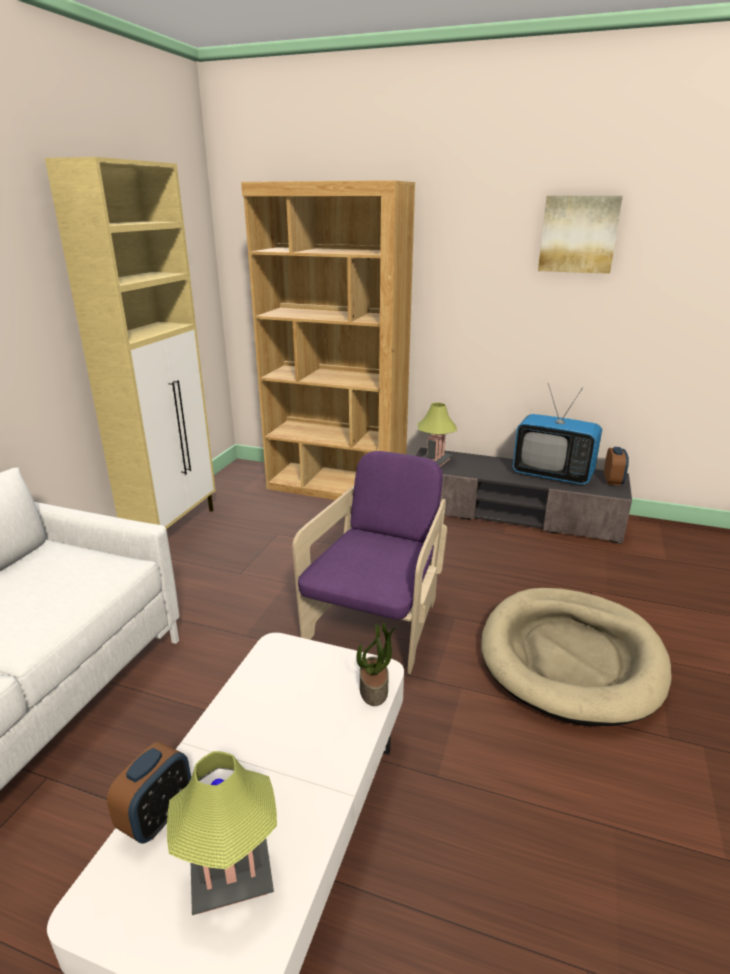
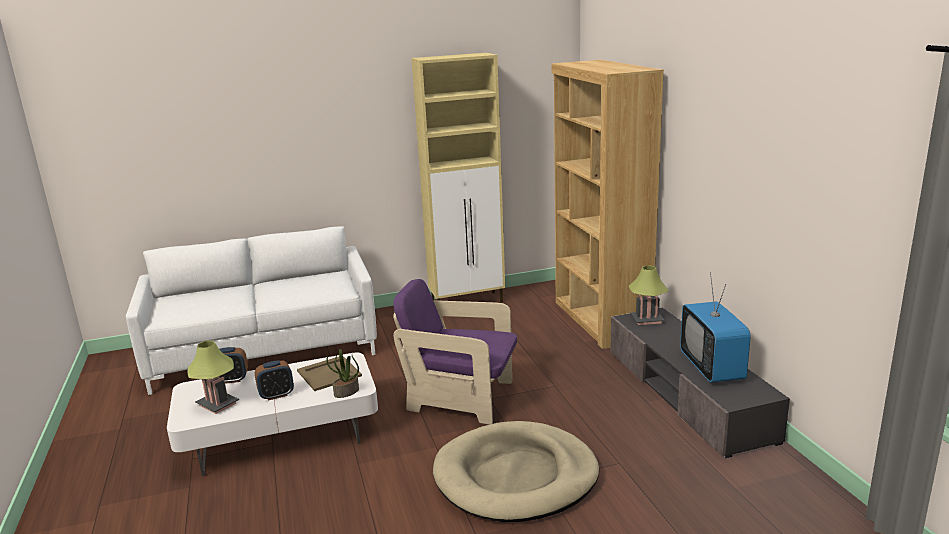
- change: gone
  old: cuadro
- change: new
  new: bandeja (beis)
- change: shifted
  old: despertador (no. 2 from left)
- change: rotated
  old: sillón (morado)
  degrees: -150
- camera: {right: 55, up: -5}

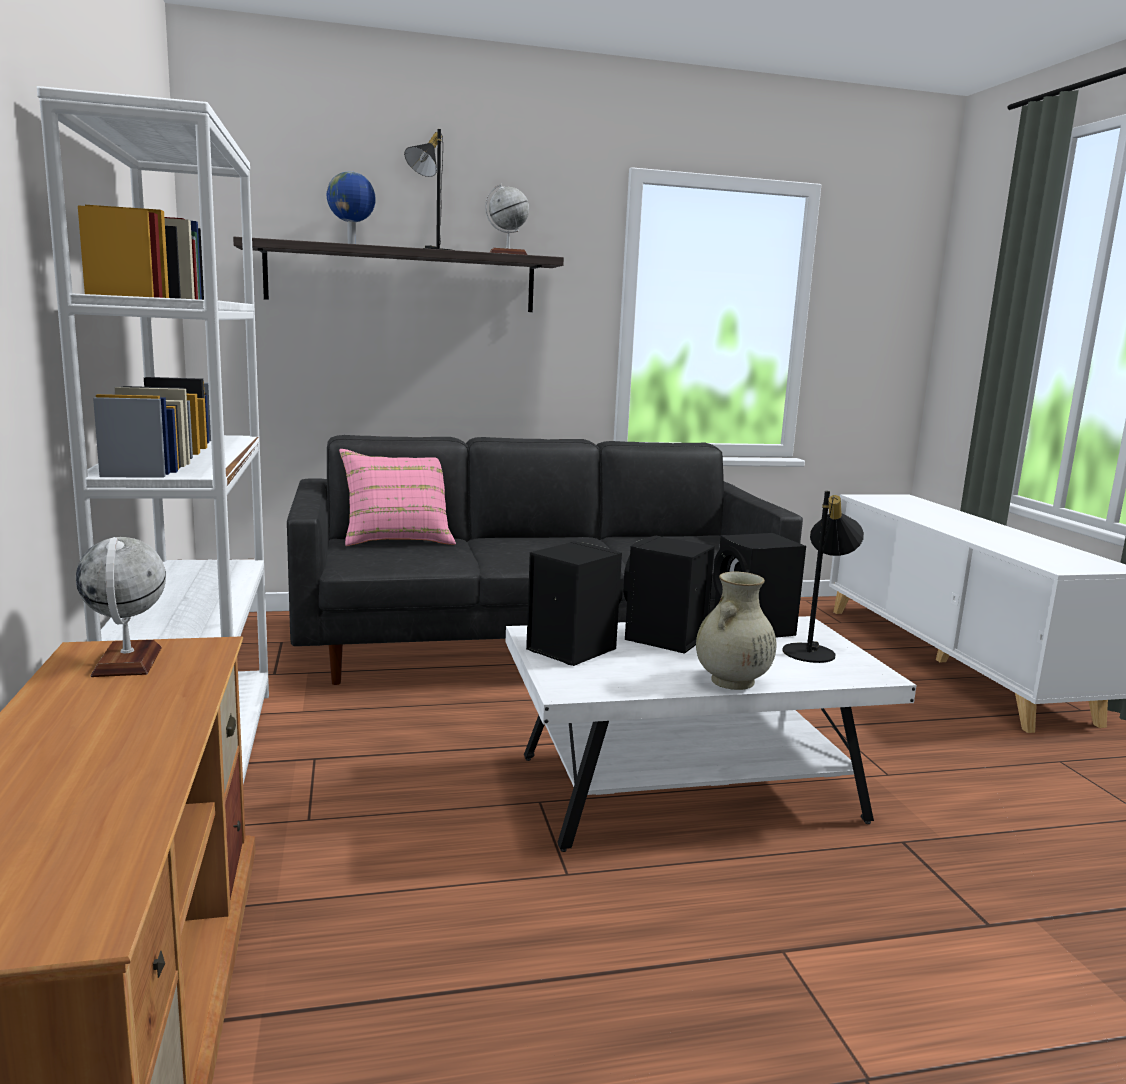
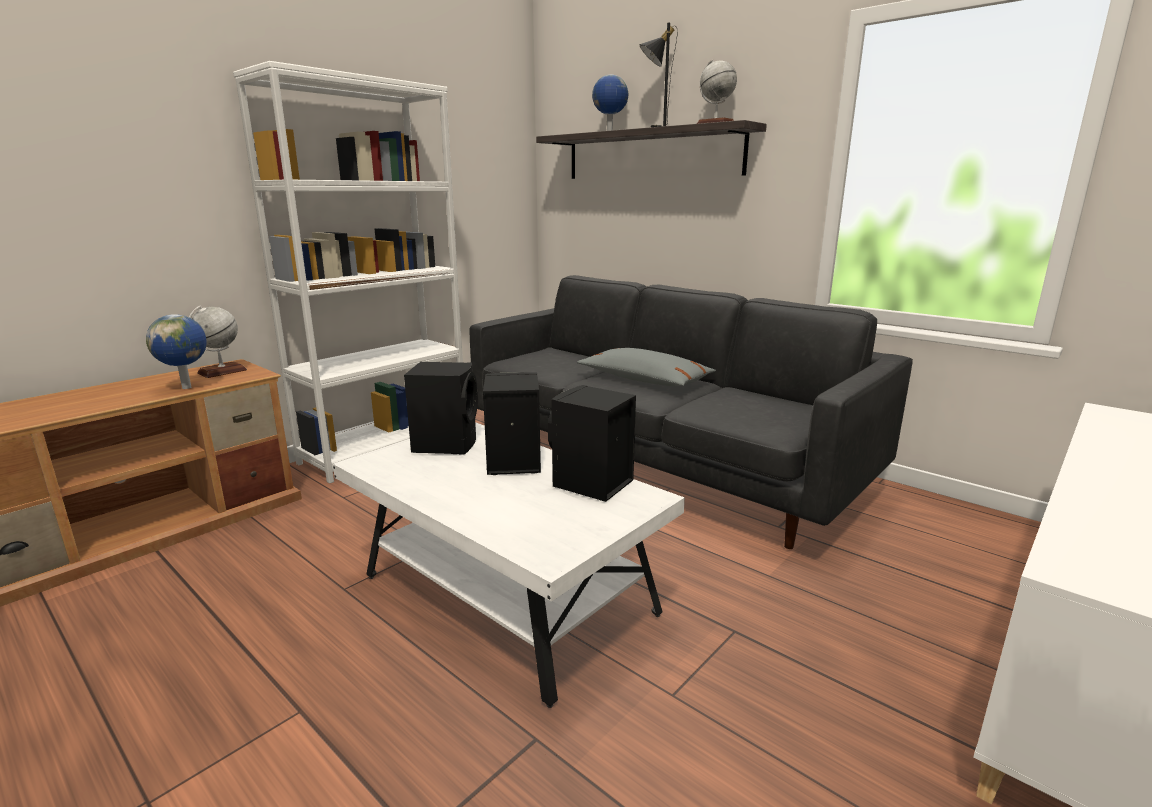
- change: gone
  old: cojín (rosa)
- change: gone
  old: florero (beis)
- change: gone
  old: lámpara de mesa (negro) (no. 2 from left)
- change: new
  new: globo terráqueo (no. 1 from left)
- change: new
  new: cojín (gris)
- camera: {right: 55, up: 5}

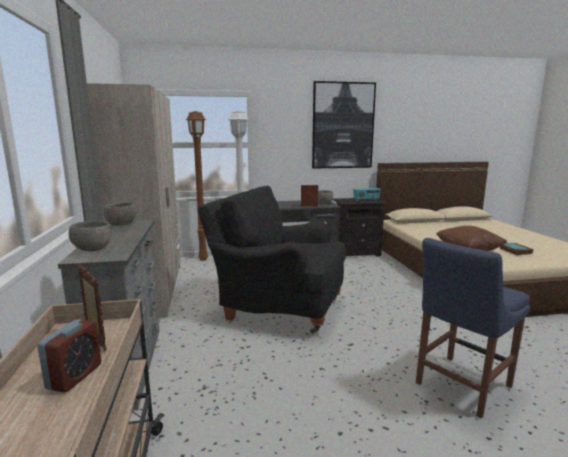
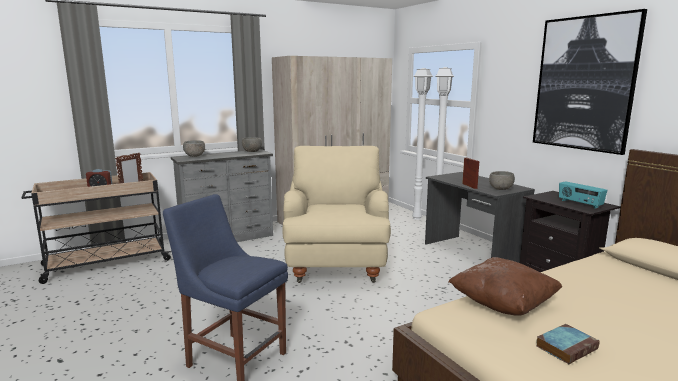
- change: repainted
  old: lámpara de pie (marrón)
  new: lámpara de pie (blanco) (no. 1 from left)
- change: repainted
  old: sillón (negro)
  new: sillón (beis)
- camera: {right: 70, up: 0}

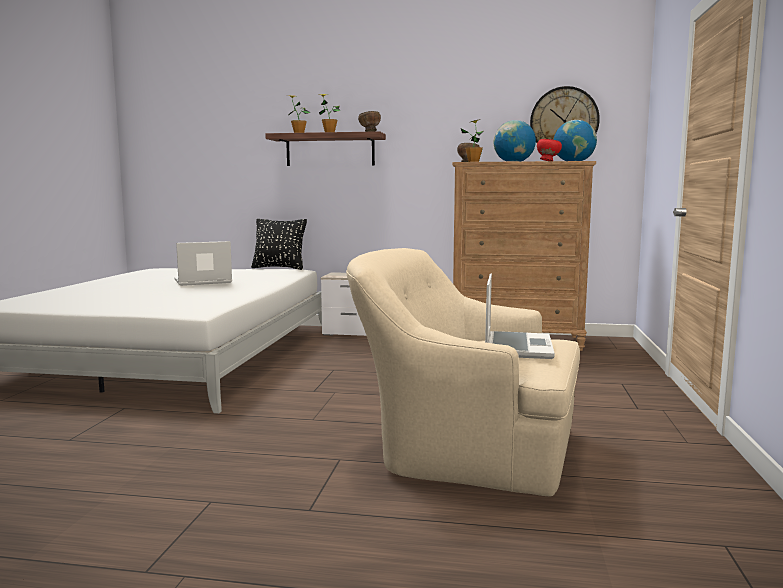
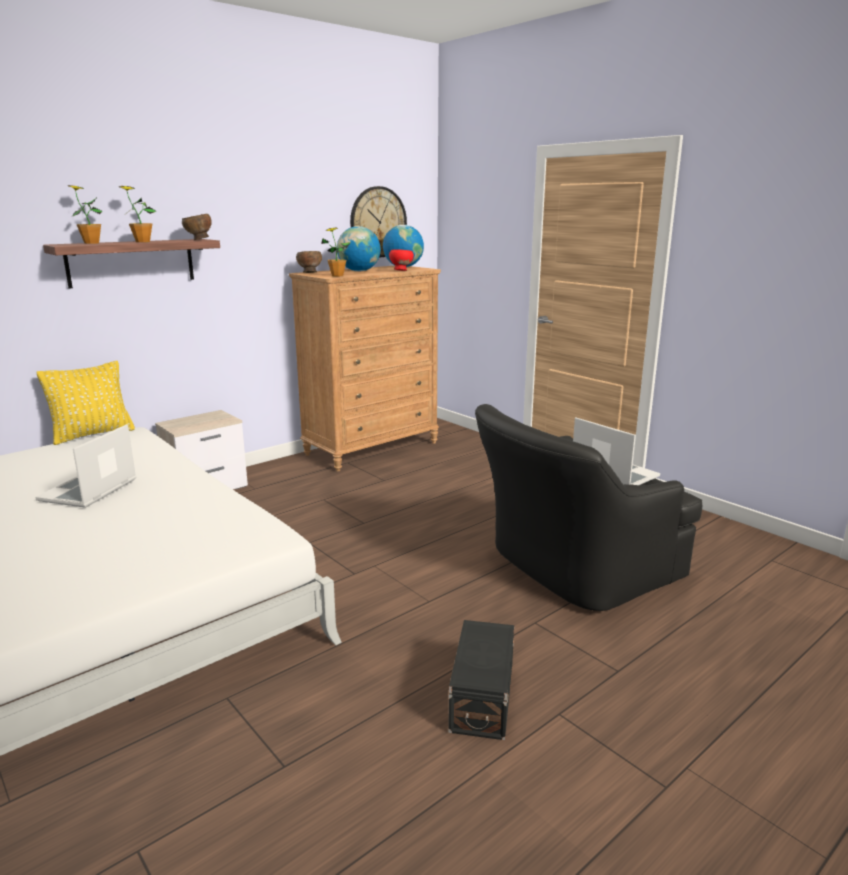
- change: new
  new: caja de almacenaje (negro)
- change: repainted
  old: cojín (negro)
  new: cojín (amarillo)
- change: repainted
  old: sillón (beis)
  new: sillón (negro)
- camera: {right: -50, up: 10}

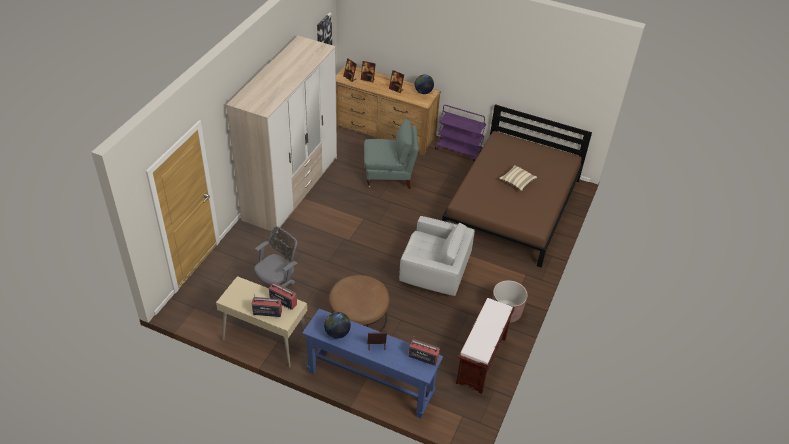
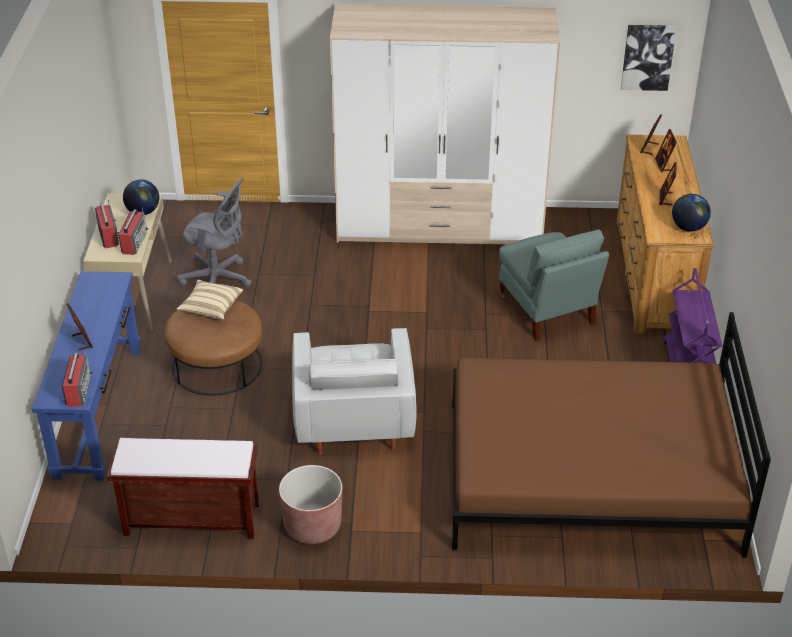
- change: shifted
  old: globo terráqueo (no. 1 from left)
- change: shifted
  old: cojín (beis)
- camera: {right: 70, up: -5}

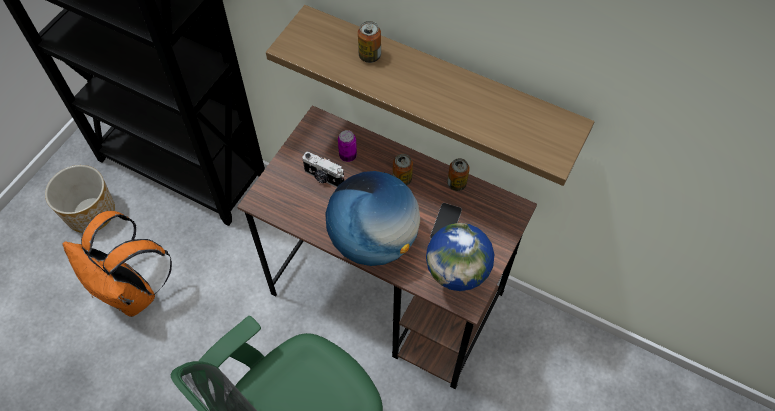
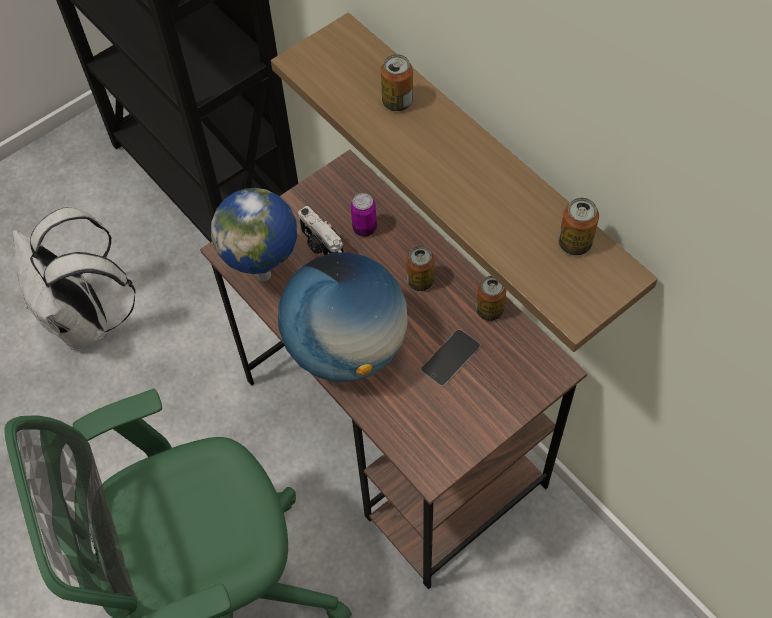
- change: gone
  old: maceta
- change: new
  new: lata (no. 5 from left)
- change: shifted
  old: globo terráqueo (no. 2 from left in the first image)
  new: globo terráqueo (no. 1 from left)
- change: repainted
  old: mochila (naranja)
  new: mochila (blanco)
- camera: {right: 25, up: 0}

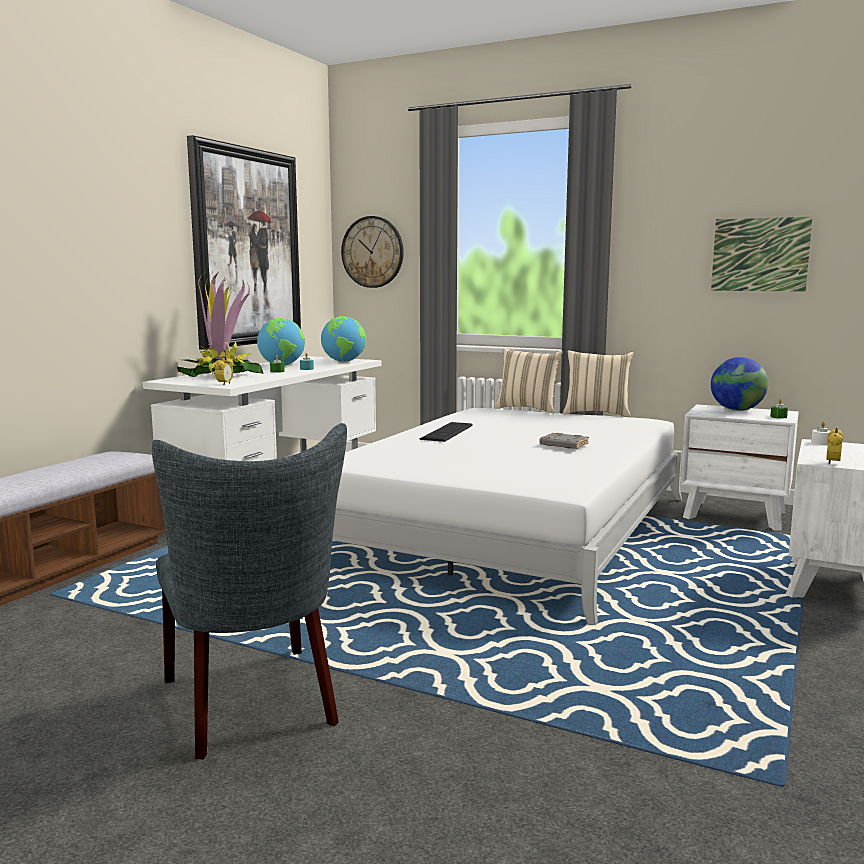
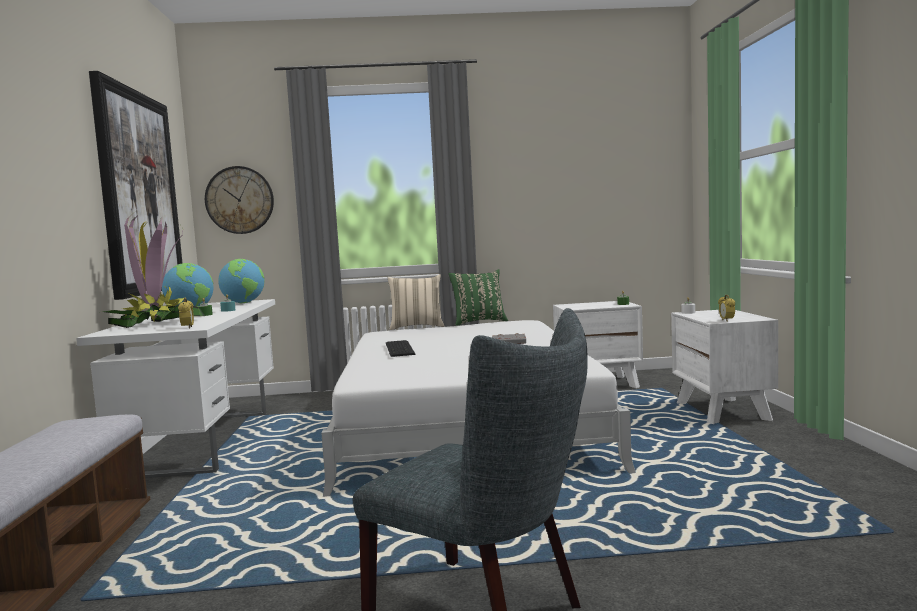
- change: gone
  old: cuadro (no. 2 from left)
- change: gone
  old: globo terráqueo (no. 3 from left)
- change: repainted
  old: cojín (beis) (no. 2 from left)
  new: cojín (verde)
- camera: {right: -30, up: -5}

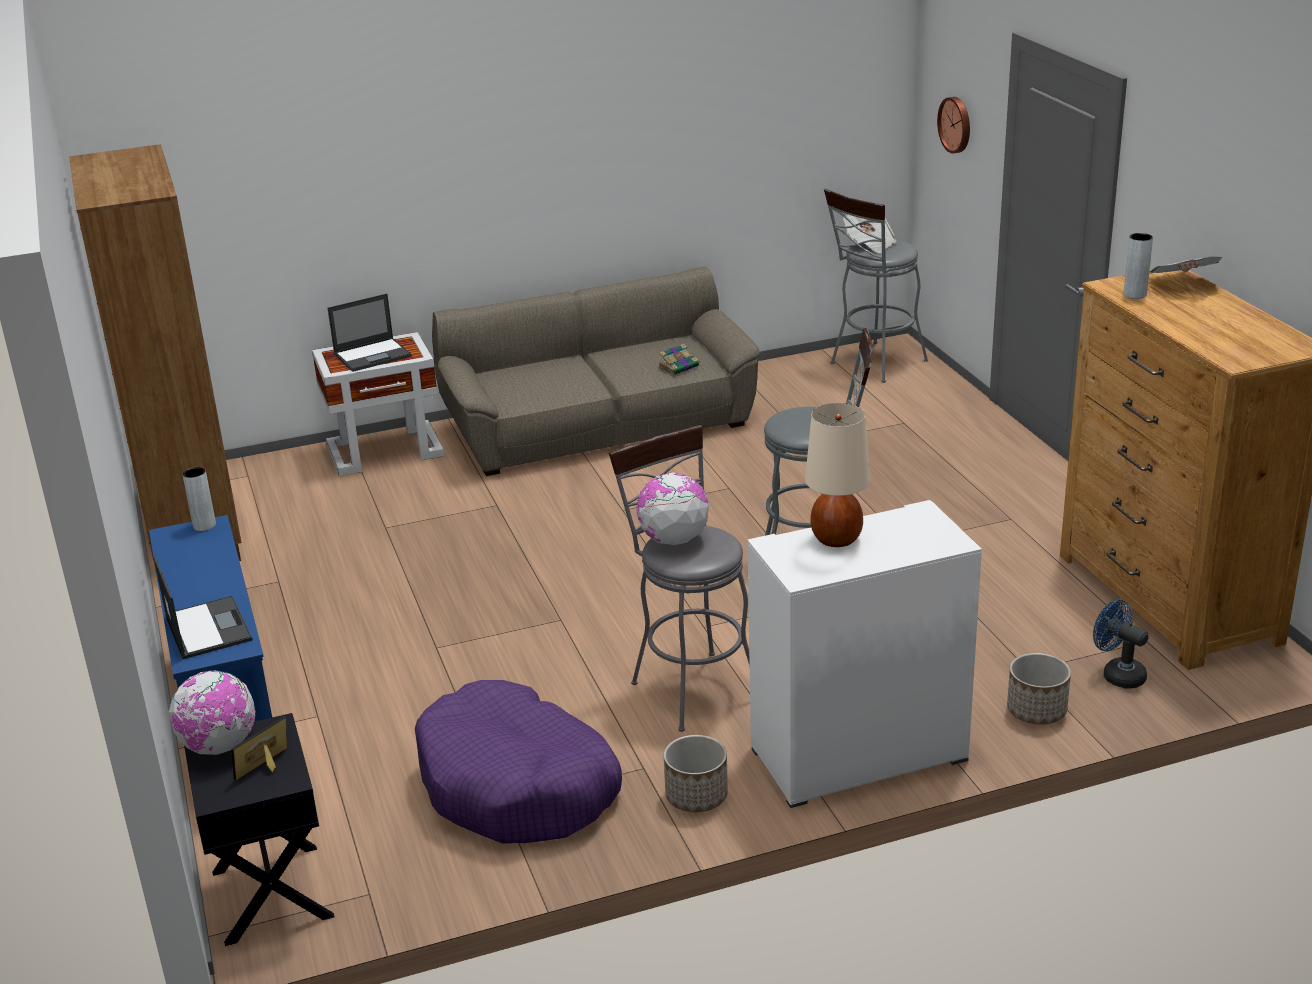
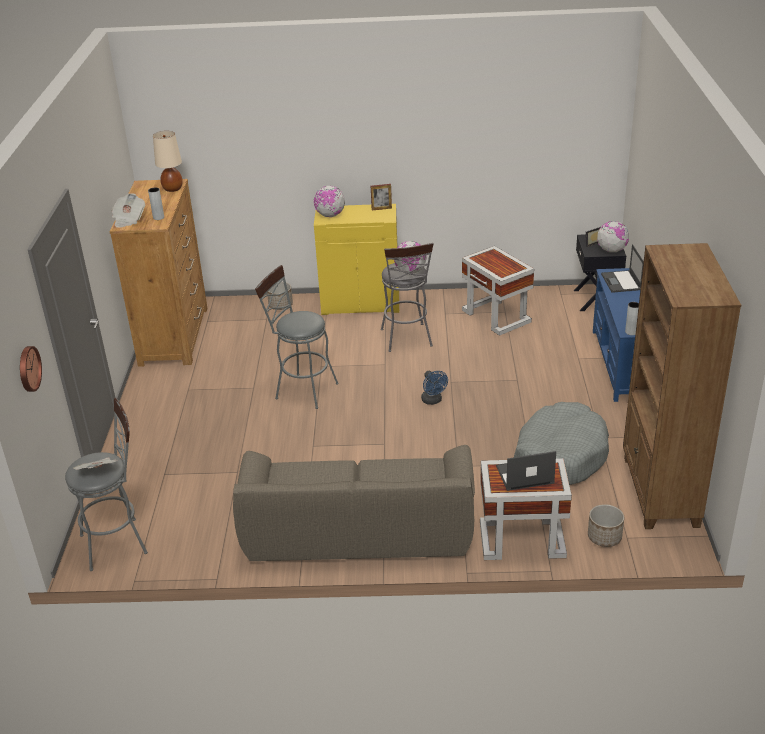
- change: gone
  old: libro
- change: new
  new: globo terráqueo (no. 1 from left)
- change: new
  new: portarretratos (no. 1 from left)
- change: new
  new: cama para perro (gris)
- change: shifted
  old: maceta (no. 1 from left in the first image)
  new: maceta (no. 2 from left)
- change: shifted
  old: lámpara de mesa (beis)
- change: shifted
  old: ventilador (azul)
- change: swapped
  old: cama para perro (morado)
  new: mesa auxiliar (blanco) (no. 1 from left)
- change: repainted
  old: armario (blanco)
  new: armario (amarillo)
- camera: {right: -160, up: 5}

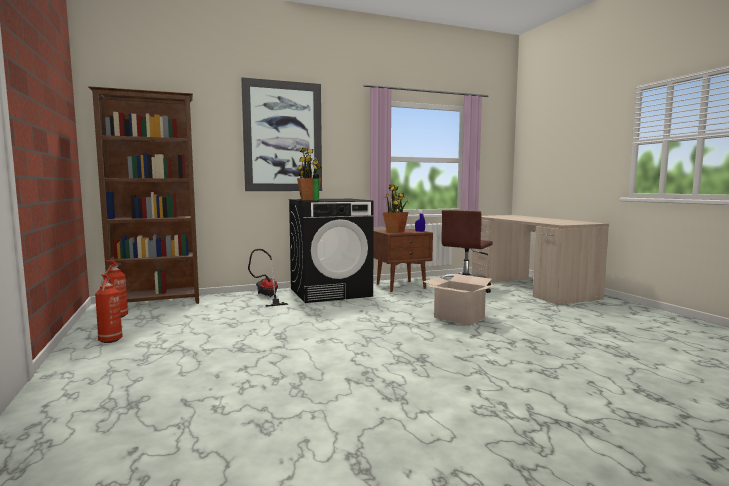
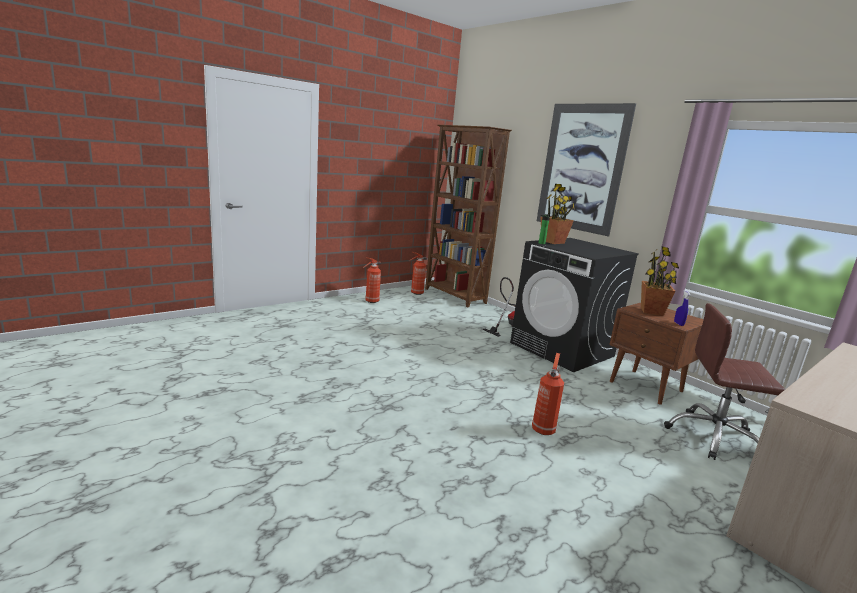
- change: swapped
  old: caja de cartón
  new: extintor (no. 3 from left)
- camera: {right: 70, up: 10}

